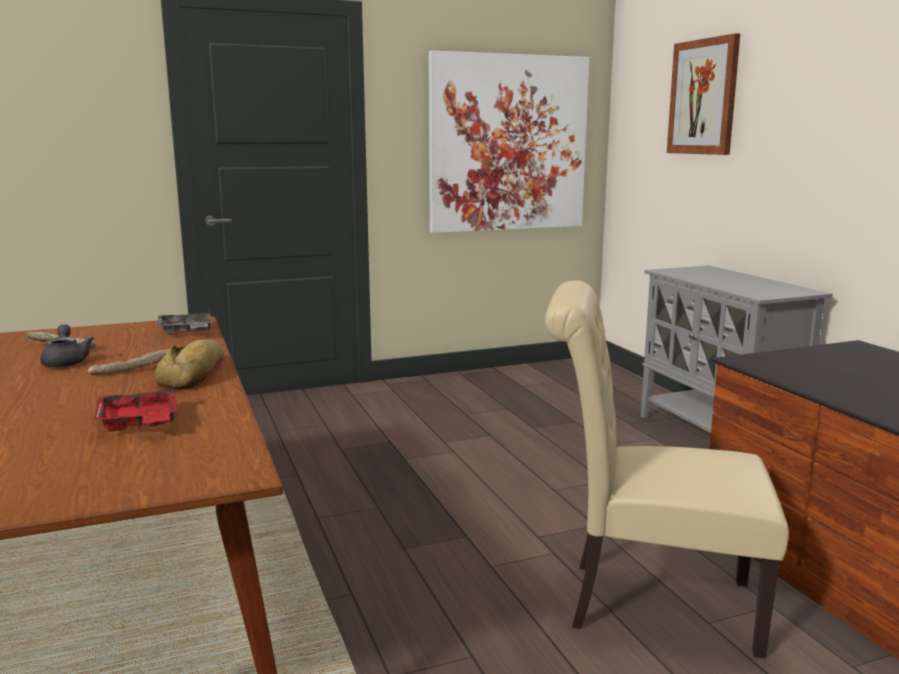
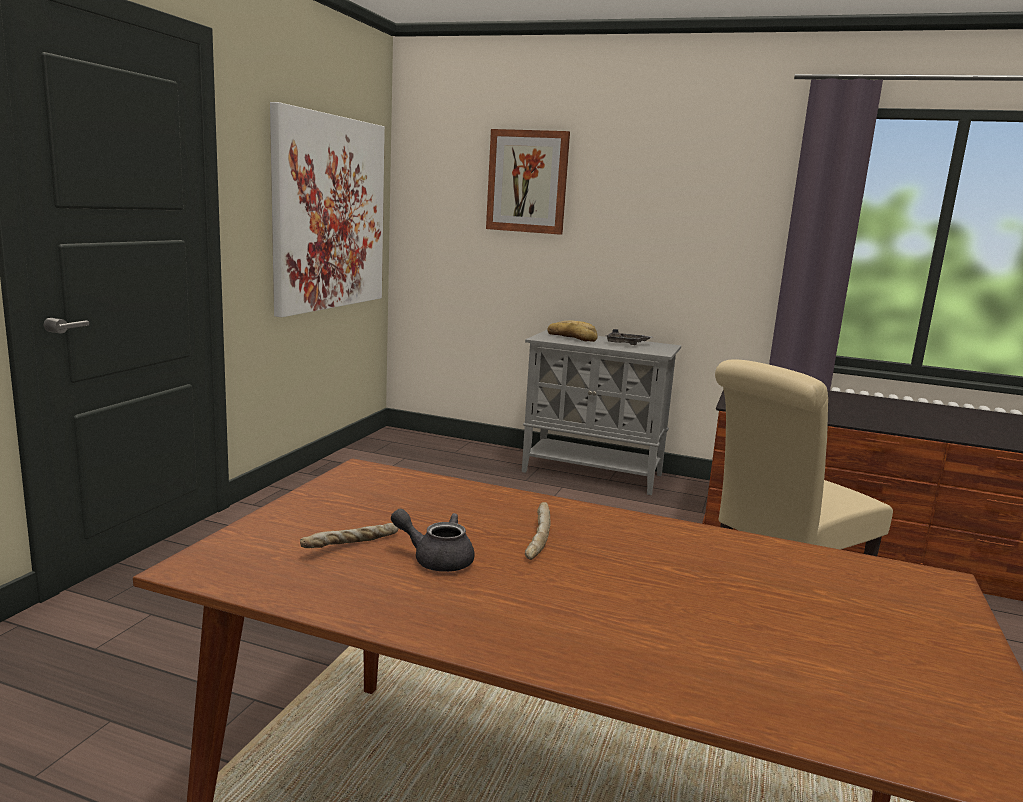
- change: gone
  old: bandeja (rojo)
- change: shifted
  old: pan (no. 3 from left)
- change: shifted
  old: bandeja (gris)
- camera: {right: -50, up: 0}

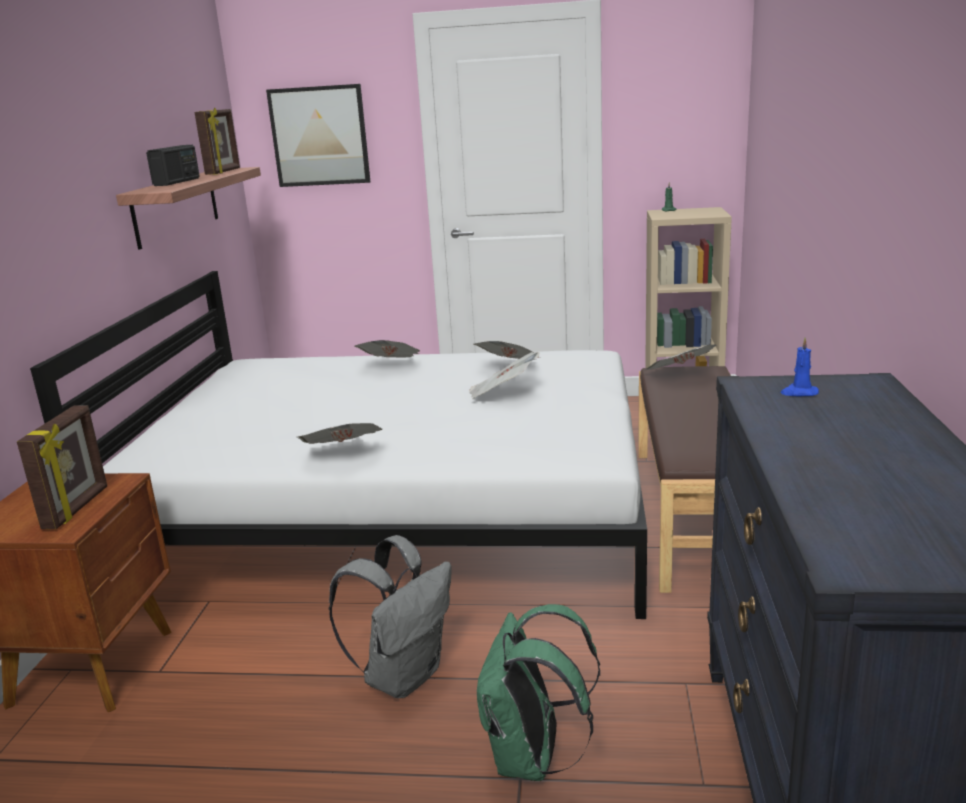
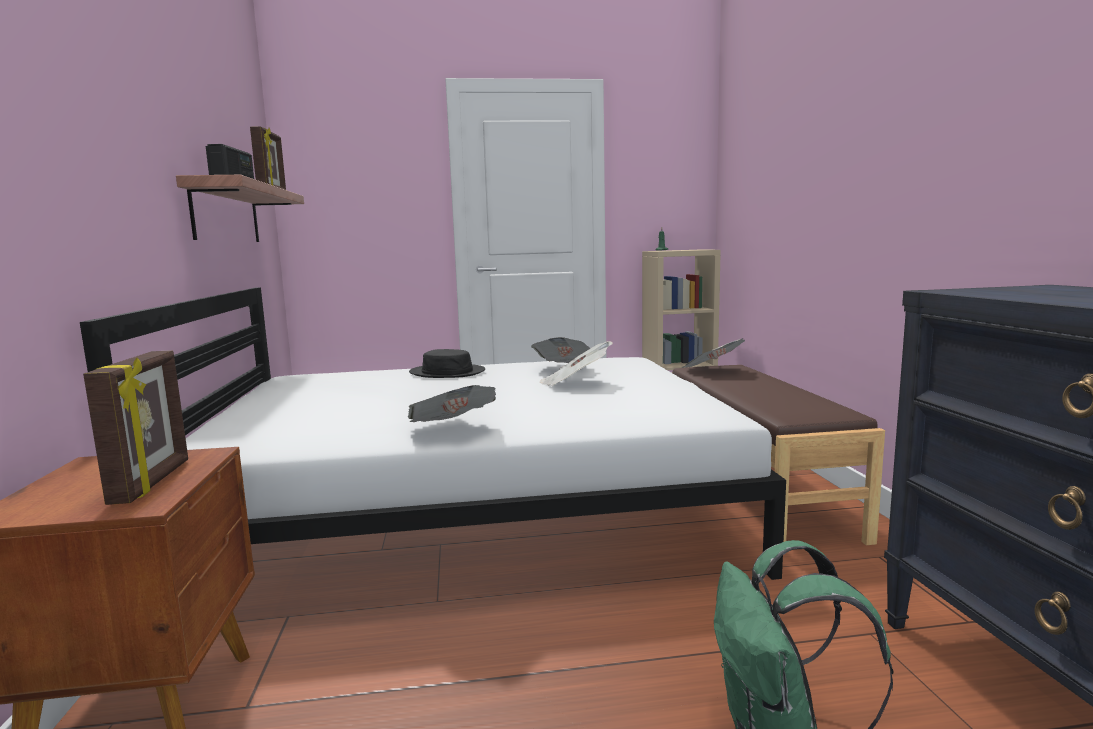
- change: gone
  old: cuadro
- change: gone
  old: mochila (gris)
- change: gone
  old: vela (azul)
- change: swapped
  old: periódico (no. 2 from left)
  new: sombrero (negro)
- camera: {right: -15, up: -10}

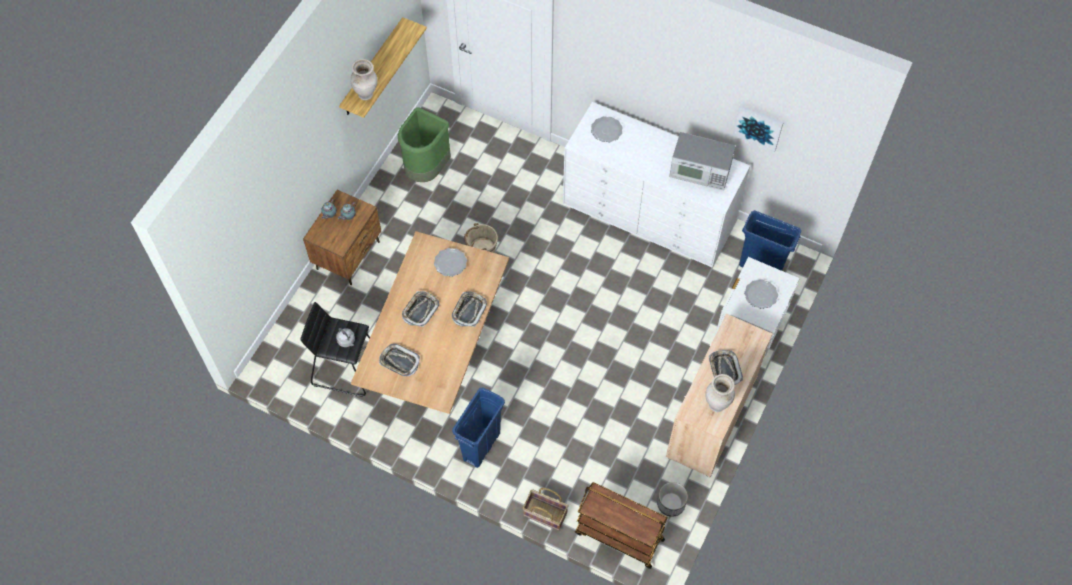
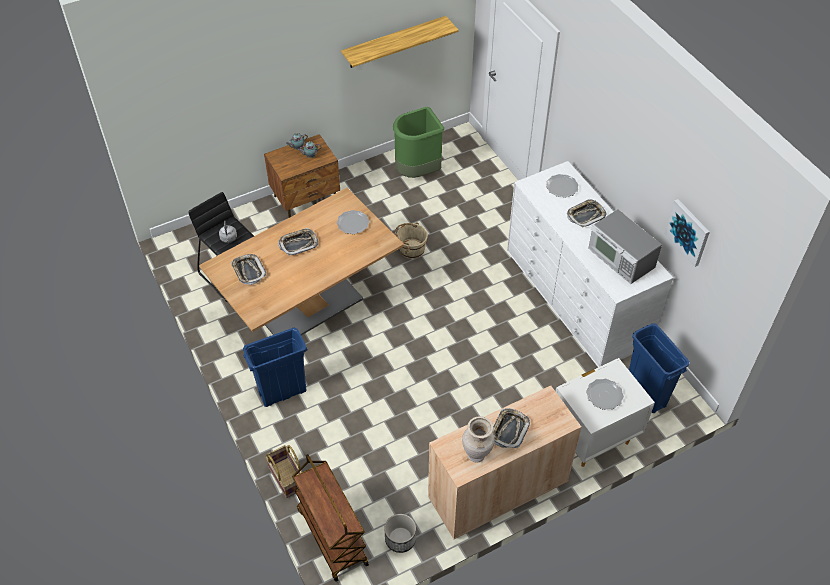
- change: gone
  old: florero (beis) (no. 1 from left)
- change: shifted
  old: bandeja (no. 3 from left in the first image)
  new: bandeja (no. 4 from left)
- camera: {right: 35, up: -10}

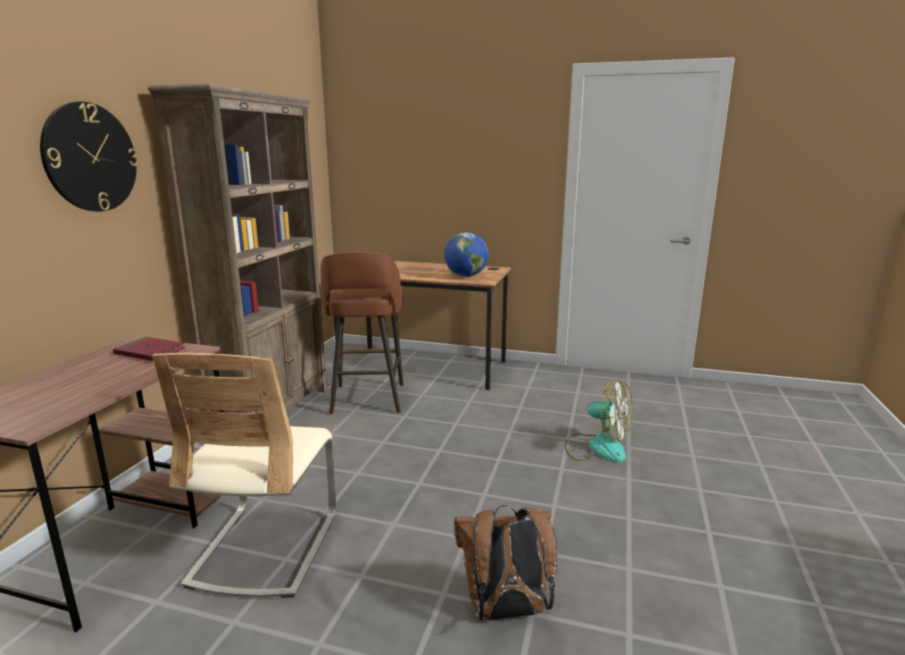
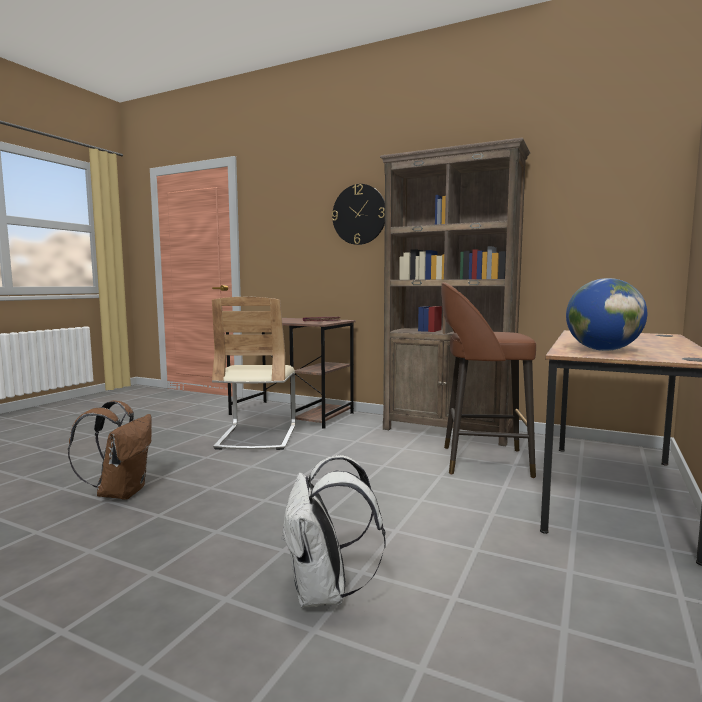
- change: swapped
  old: ventilador
  new: mochila (blanco)
- change: rotated
  old: silla (beis)
  degrees: -105
- camera: {right: 100, up: -10}

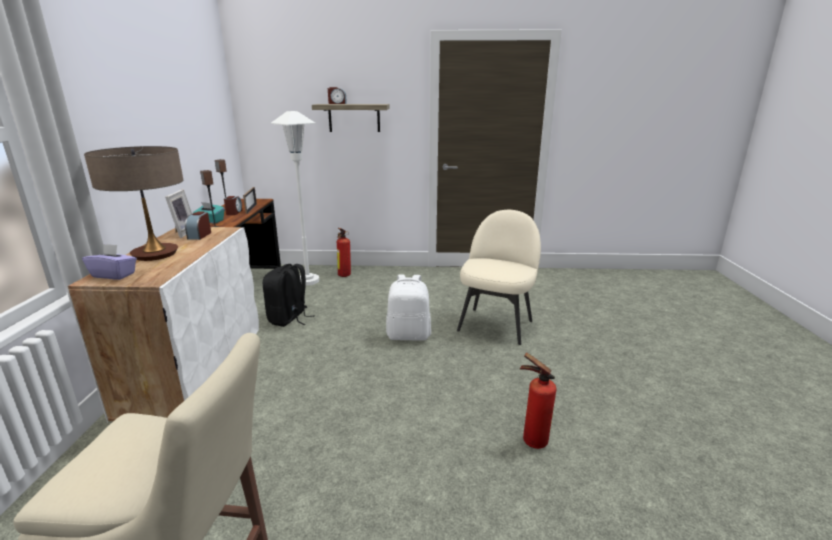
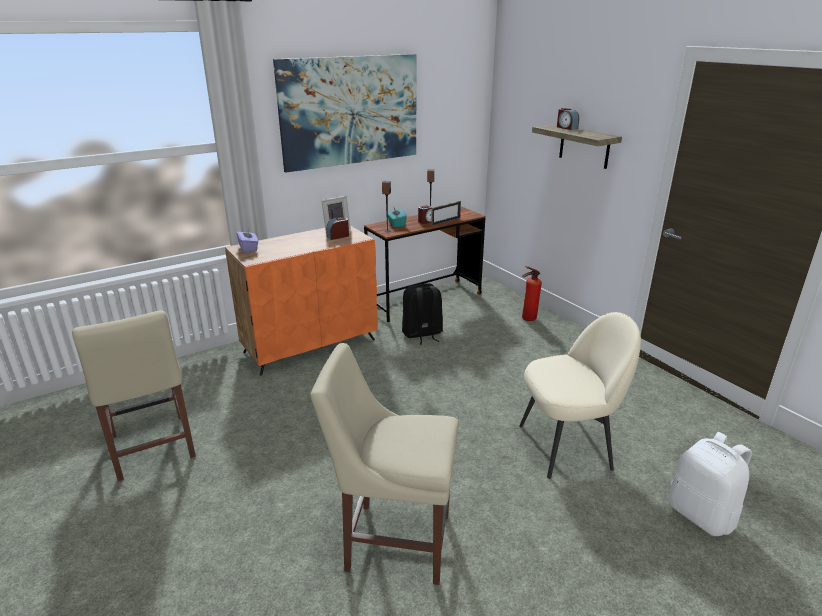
- change: gone
  old: lámpara de mesa
- change: gone
  old: lámpara de pie (blanco)
- change: new
  new: cuadro
- change: shifted
  old: mochila (blanco)
- change: swapped
  old: extintor (no. 2 from left)
  new: silla (beis) (no. 2 from left)
- change: repainted
  old: armario (blanco)
  new: armario (naranja)
- camera: {right: 55, up: 5}

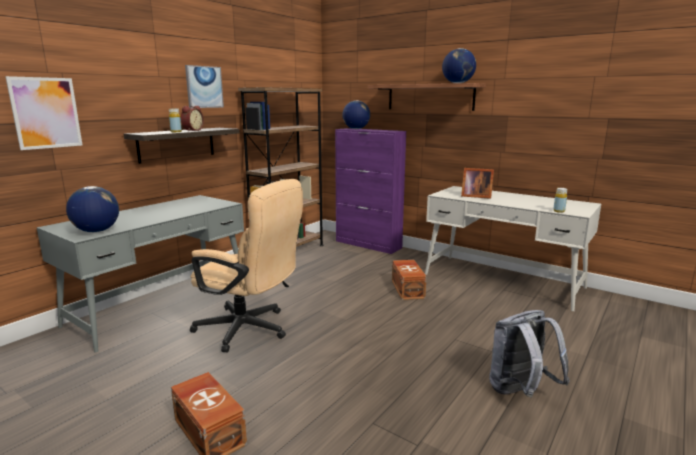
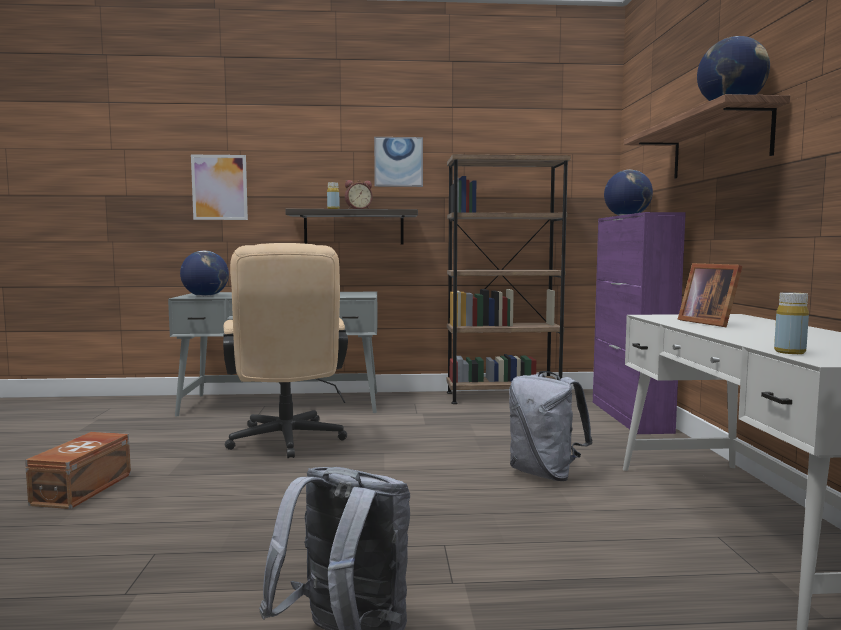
- change: swapped
  old: caja de almacenaje (marrón) (no. 2 from left)
  new: mochila (gris) (no. 2 from left)
- camera: {right: 50, up: -10}

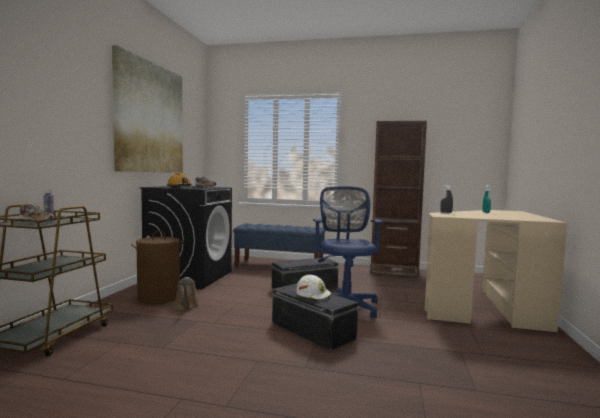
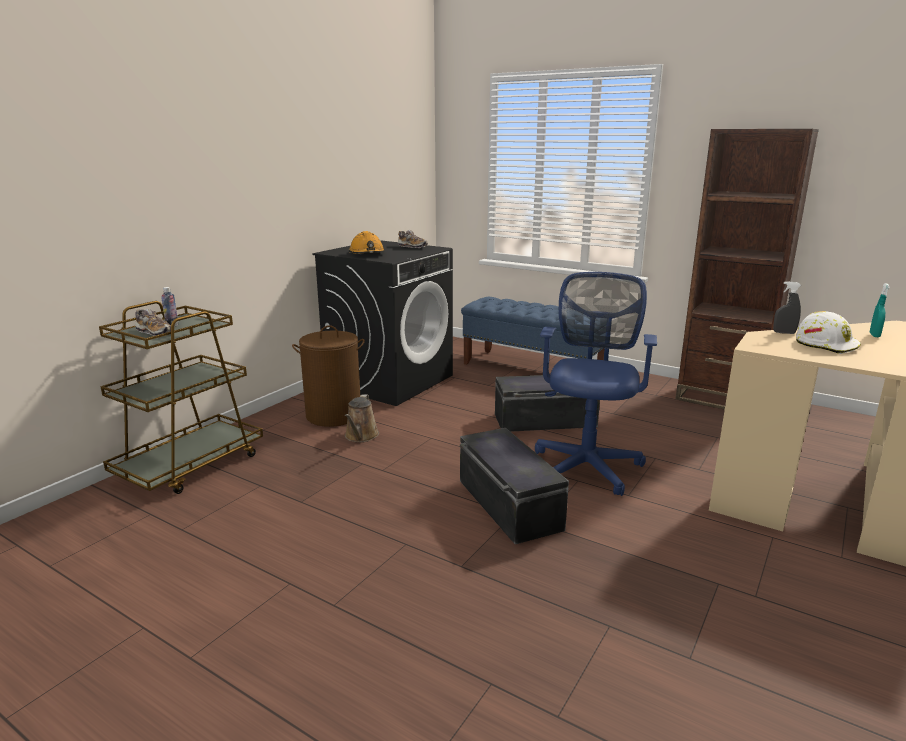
- change: gone
  old: cuadro
- change: shifted
  old: casco (blanco)
- camera: {right: 20, up: 15}

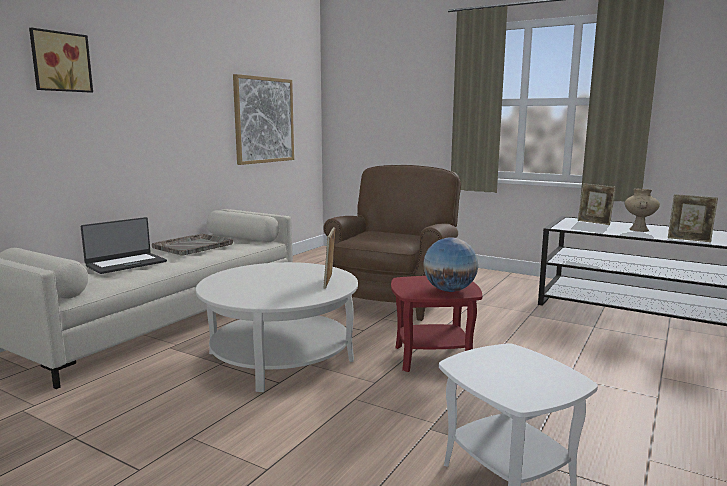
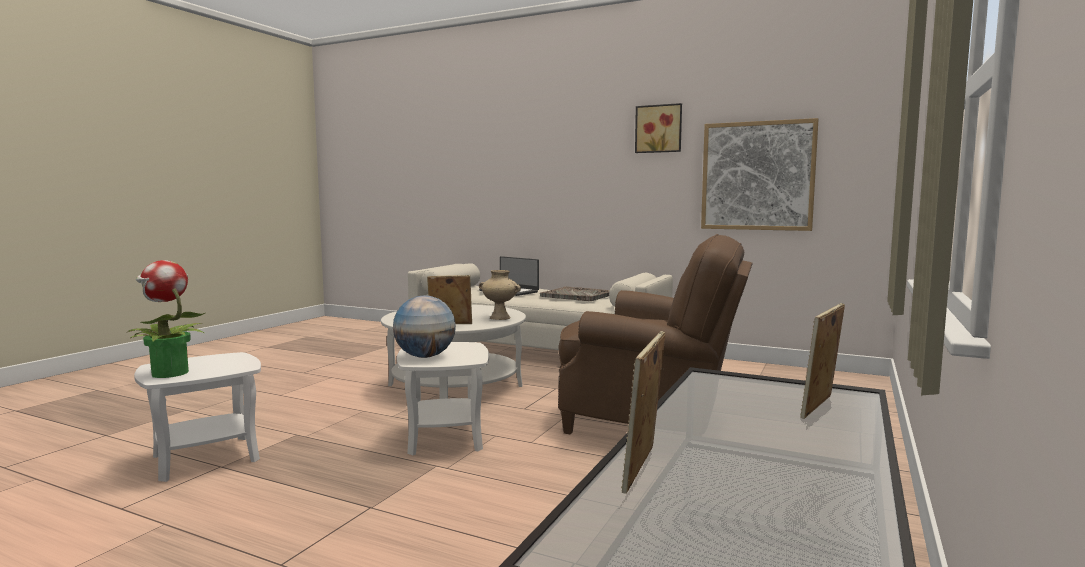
- change: new
  new: planta en maceta
- change: shifted
  old: cuadro (no. 1 from left)
- change: shifted
  old: florero (beis)
- change: repainted
  old: mesa auxiliar (rojo)
  new: mesa auxiliar (blanco) (no. 2 from left)
- camera: {right: 85, up: -5}

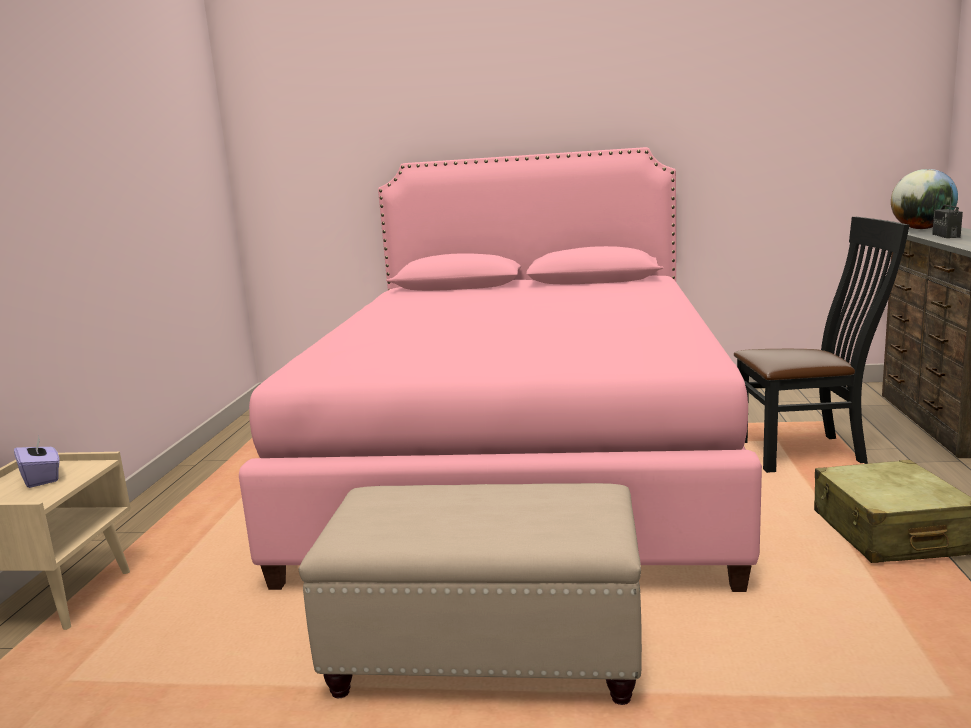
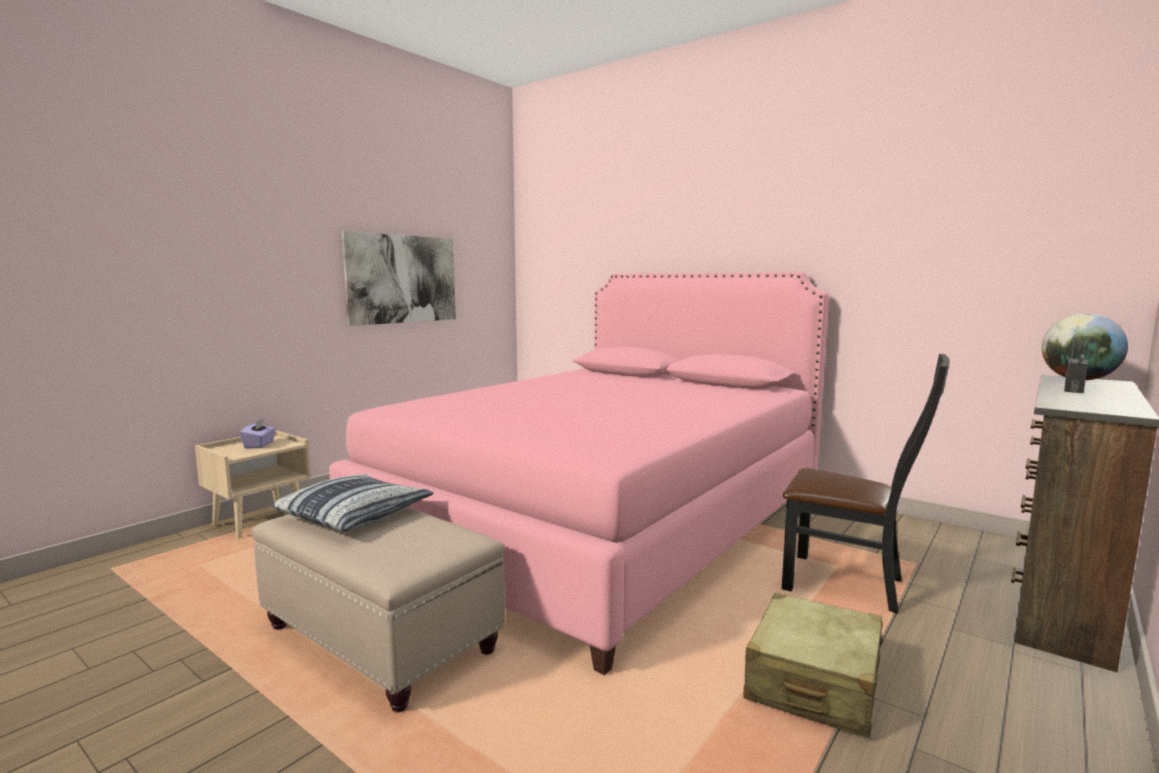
- change: new
  new: cojín
- change: new
  new: cuadro
- camera: {right: 30, up: -5}

